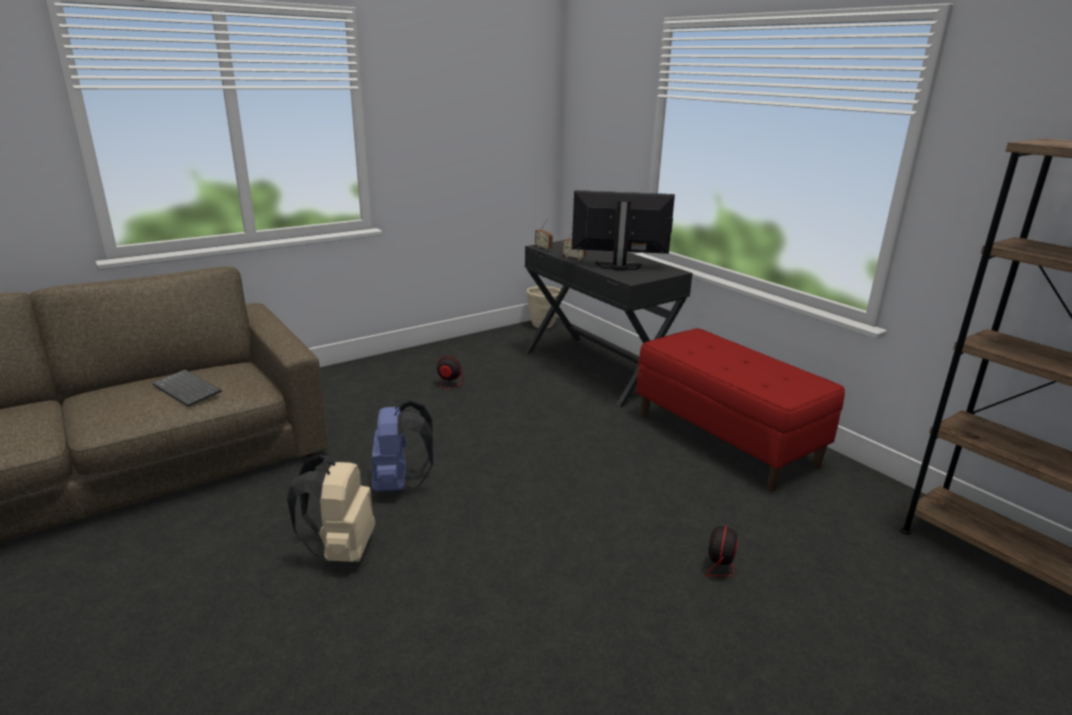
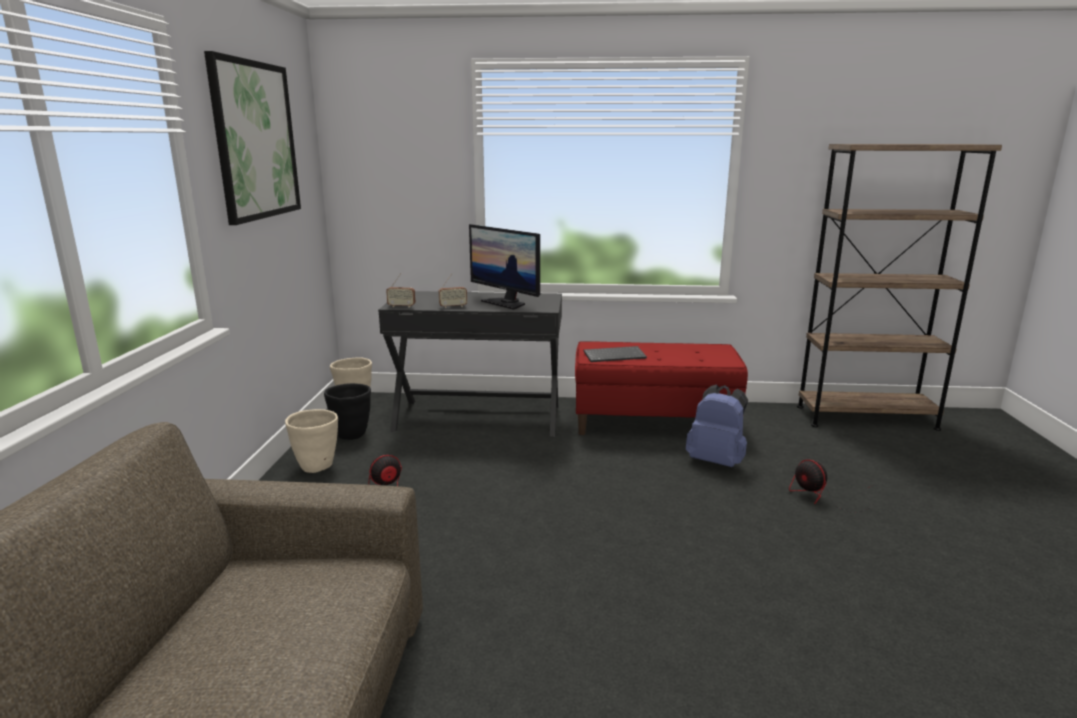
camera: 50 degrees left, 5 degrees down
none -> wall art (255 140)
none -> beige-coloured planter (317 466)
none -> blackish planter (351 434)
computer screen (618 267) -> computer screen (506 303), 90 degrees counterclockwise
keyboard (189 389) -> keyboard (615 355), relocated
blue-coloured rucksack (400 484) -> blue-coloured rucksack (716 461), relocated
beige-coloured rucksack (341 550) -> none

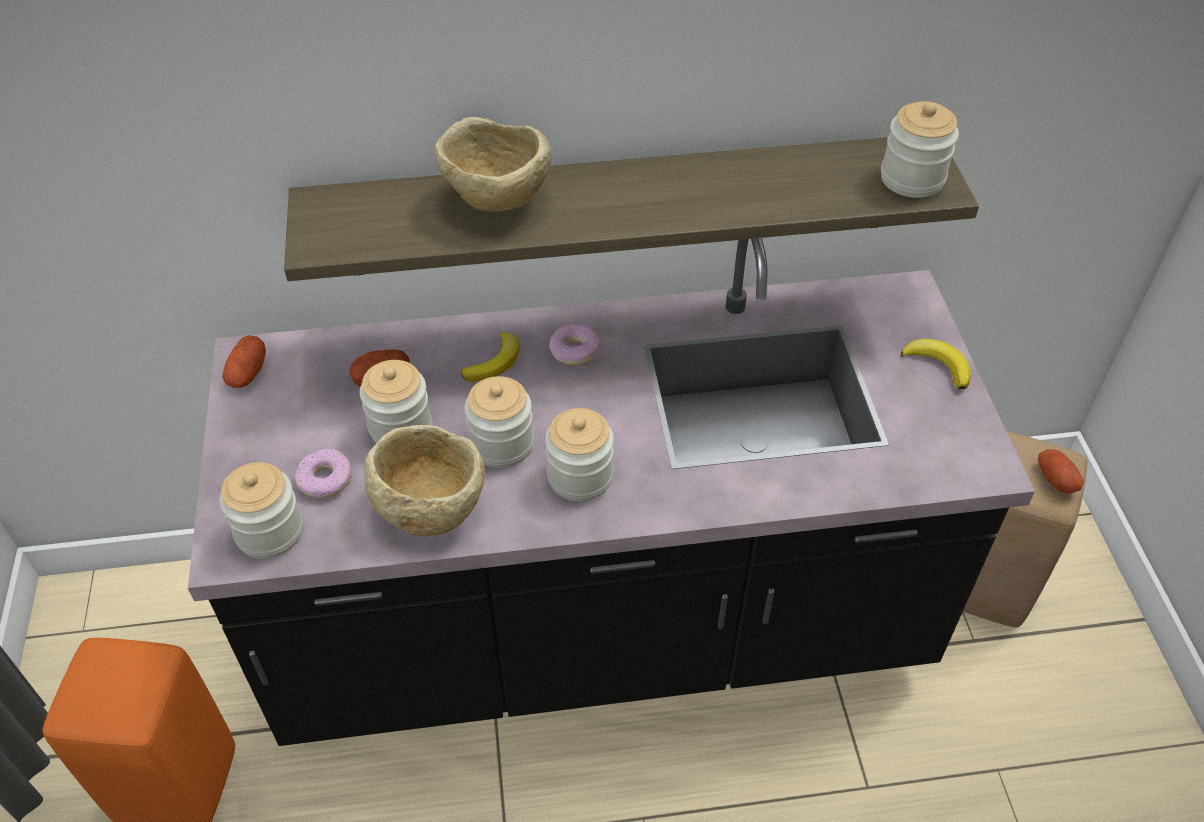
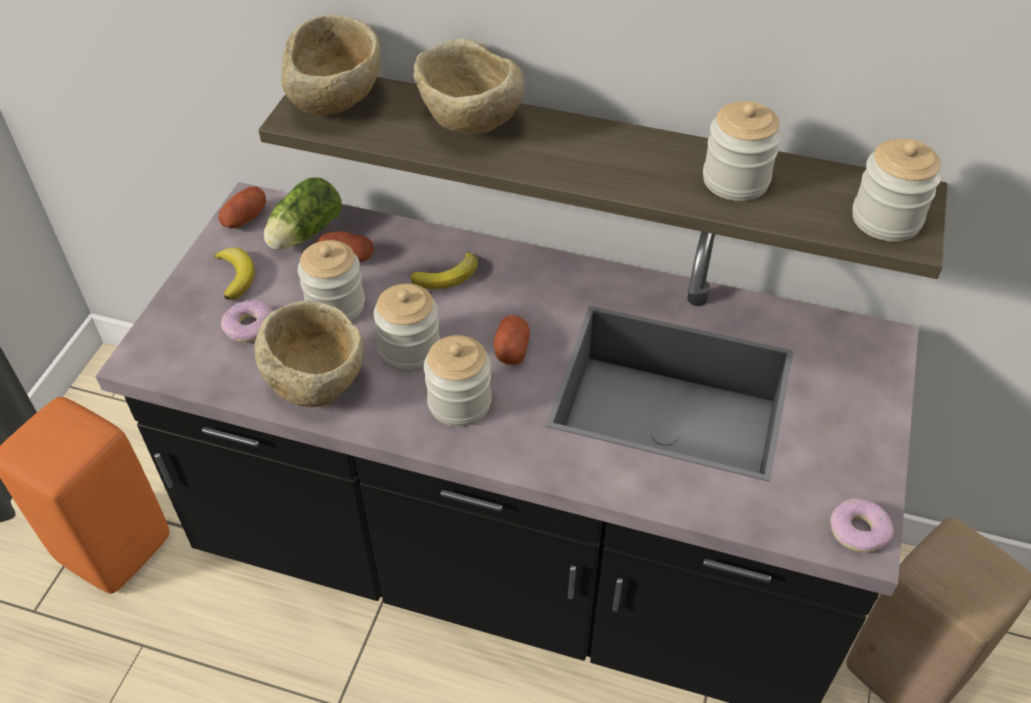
camera: 25 degrees right, 0 degrees up
banana fruit (938 365) -> banana fruit (236 275), relocated
none -> lettuce (303 234)
none -> beige-coloured serving bowl (337 104)
whole potato (1055 479) -> whole potato (511 349), relocated
jar (269 532) -> jar (735 180), relocated
doughnut (574 350) -> doughnut (858 530), relocated

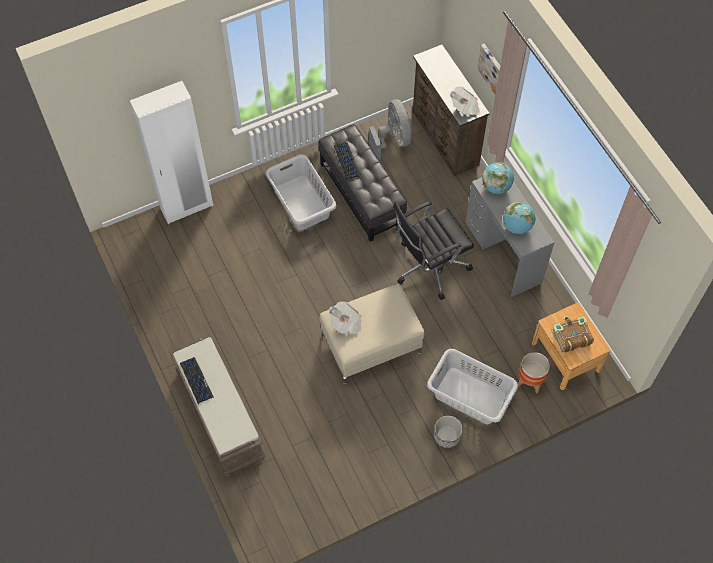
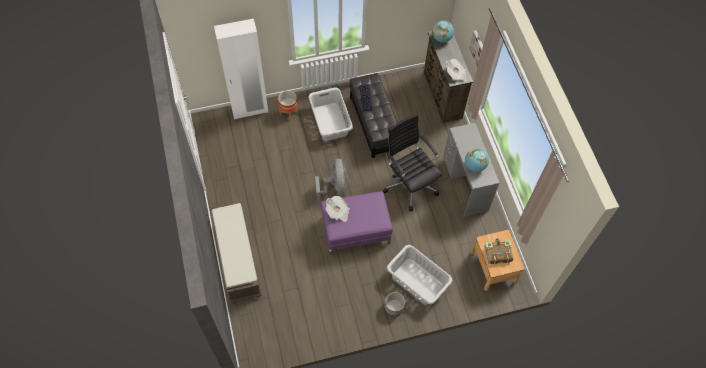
camera: 10 degrees right, 0 degrees up
planter (530 381) -> planter (289 113), relocated
grey electric fan (393 140) -> grey electric fan (334 187), relocated
beige-coloured footrest (371 344) -> purple footrest (355 231)
blackish office chair (429 267) -> blackish office chair (409 184), 75 degrees clockwise
globe (496 187) -> globe (441 38), relocated
keyboard (196 380) -> none

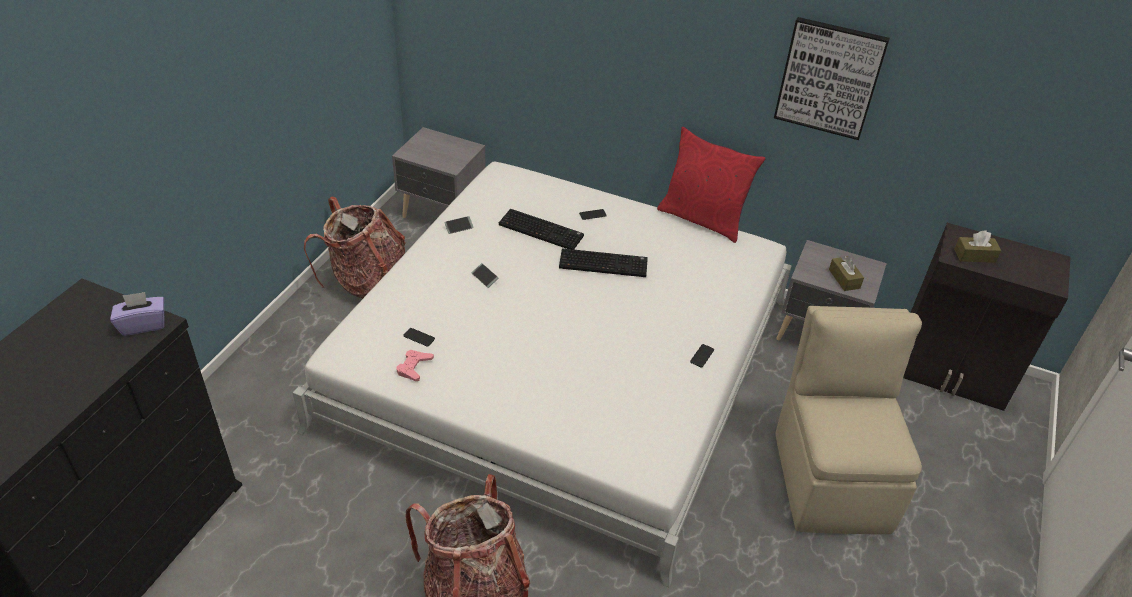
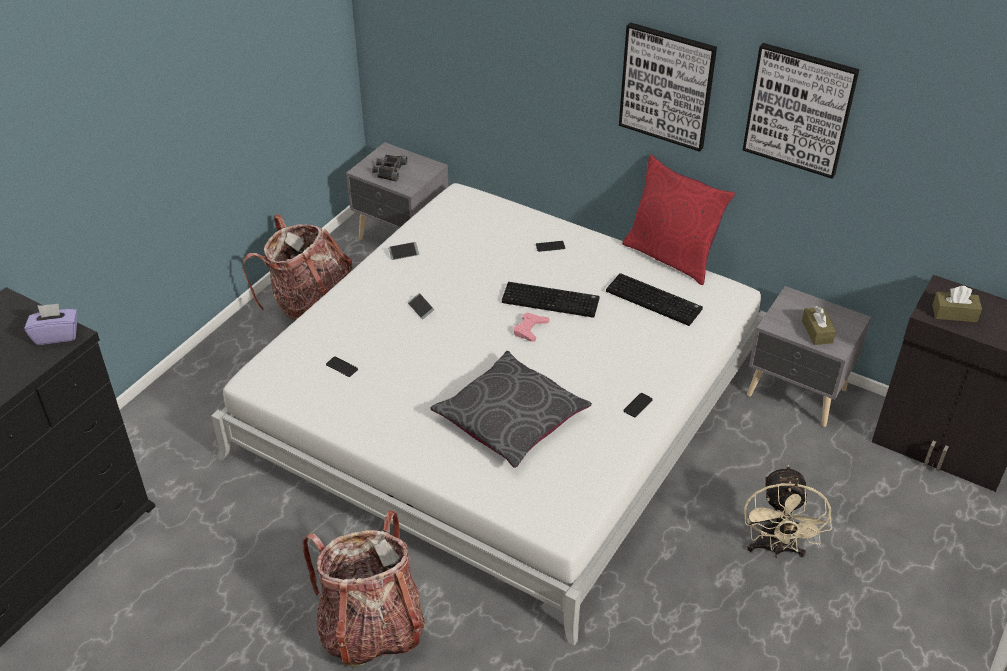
camera: 10 degrees right, 0 degrees up
none -> blackish binoculars (389 170)
none -> grey throw pillow (510 418)
pinkish gamepad (414 367) -> pinkish gamepad (530 329), relocated
keyboard (542 230) -> keyboard (655 300), relocated
none -> wall art (667 86)
beige-coloured plain chair (830 478) -> beige-coloured electric fan (775 549)

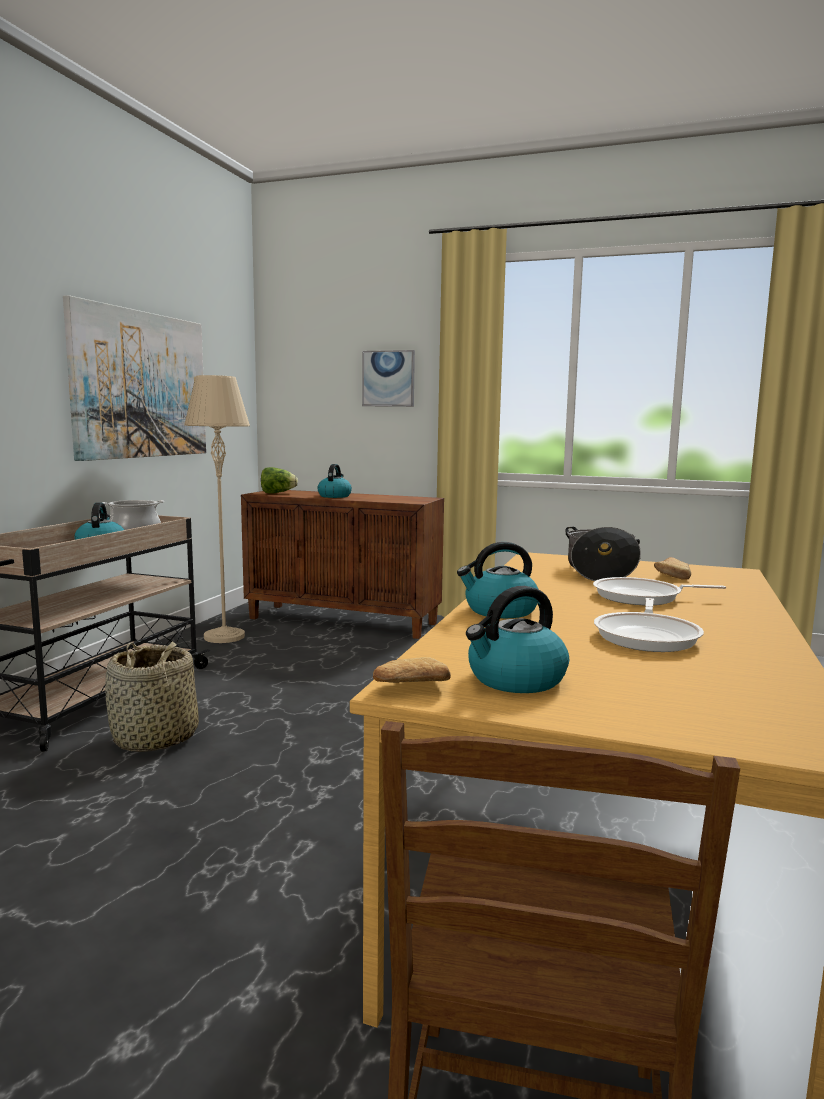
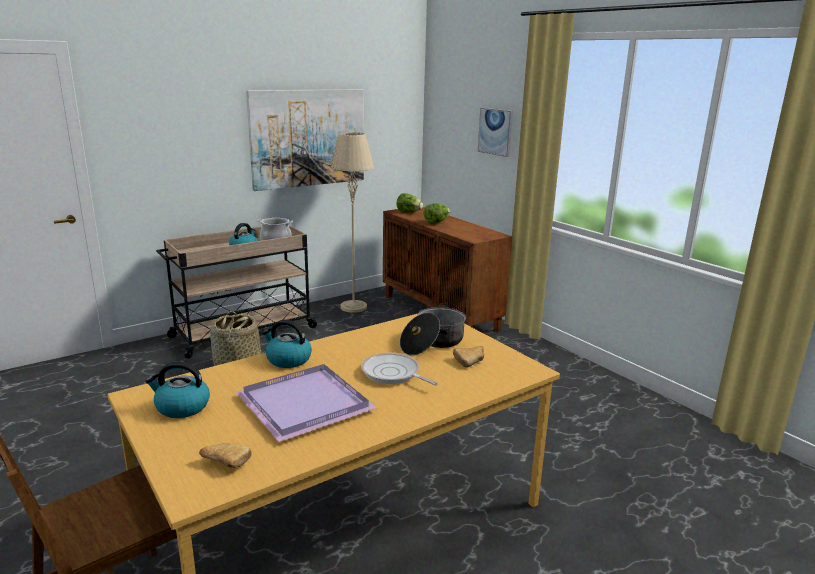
camera: 35 degrees right, 10 degrees up
bread (407 687) -> bread (224 462), relocated
frying pan (648 636) -> purple serving tray (308 404)
tea kettle (334 496) -> lettuce (436 222)

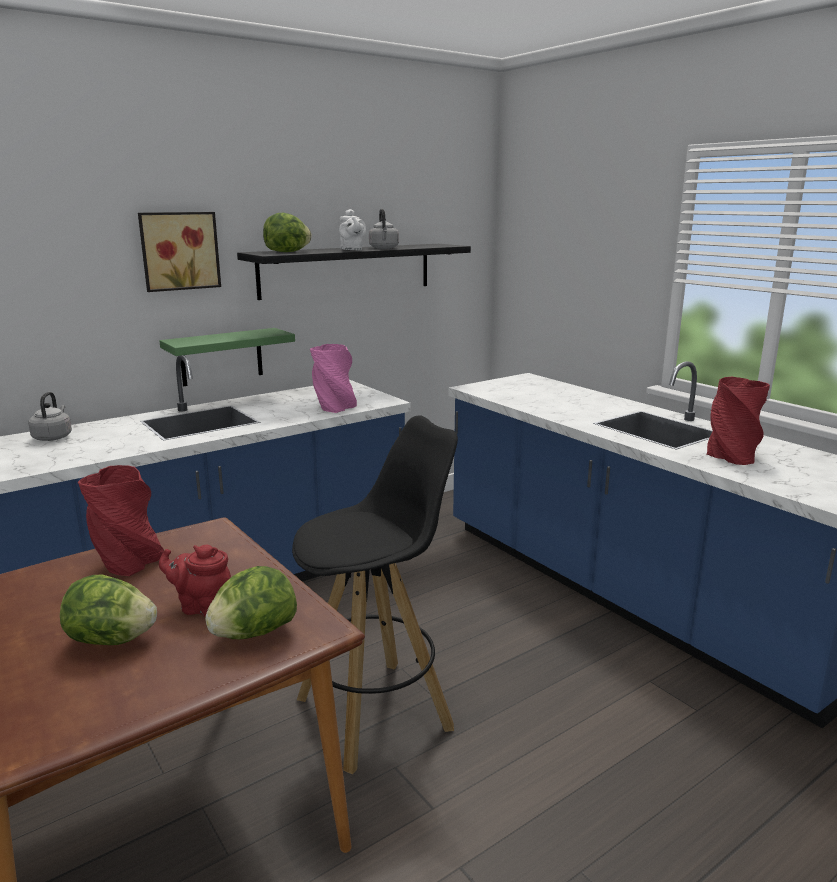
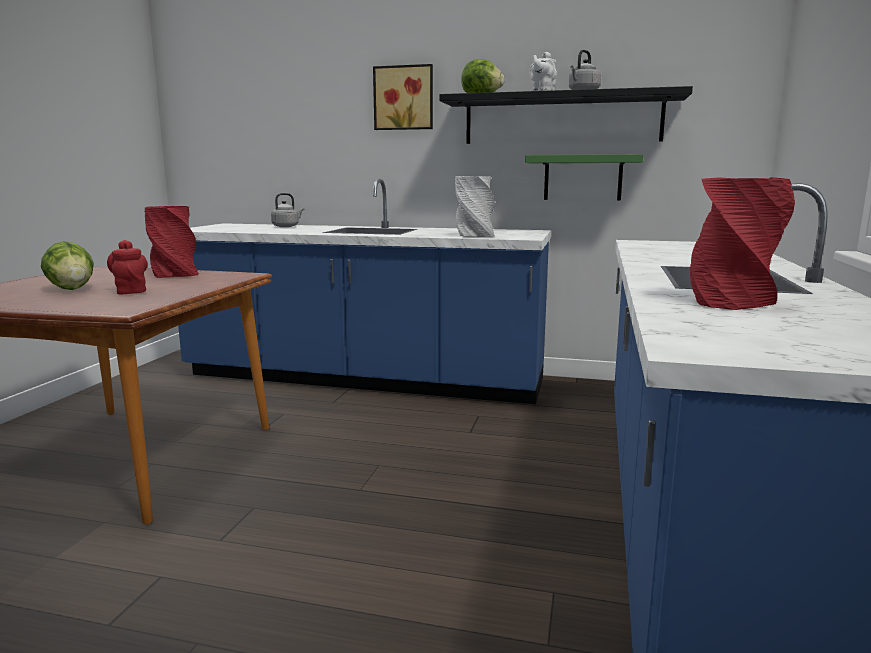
camera: 50 degrees right, 5 degrees down
pinkish vase (334 407) -> grey vase (474 235)
green-coloured wall shelf (221 357) -> green-coloured wall shelf (583 178), relocated
lettuce (254 633) -> none
blackish stool seat (376 712) -> none

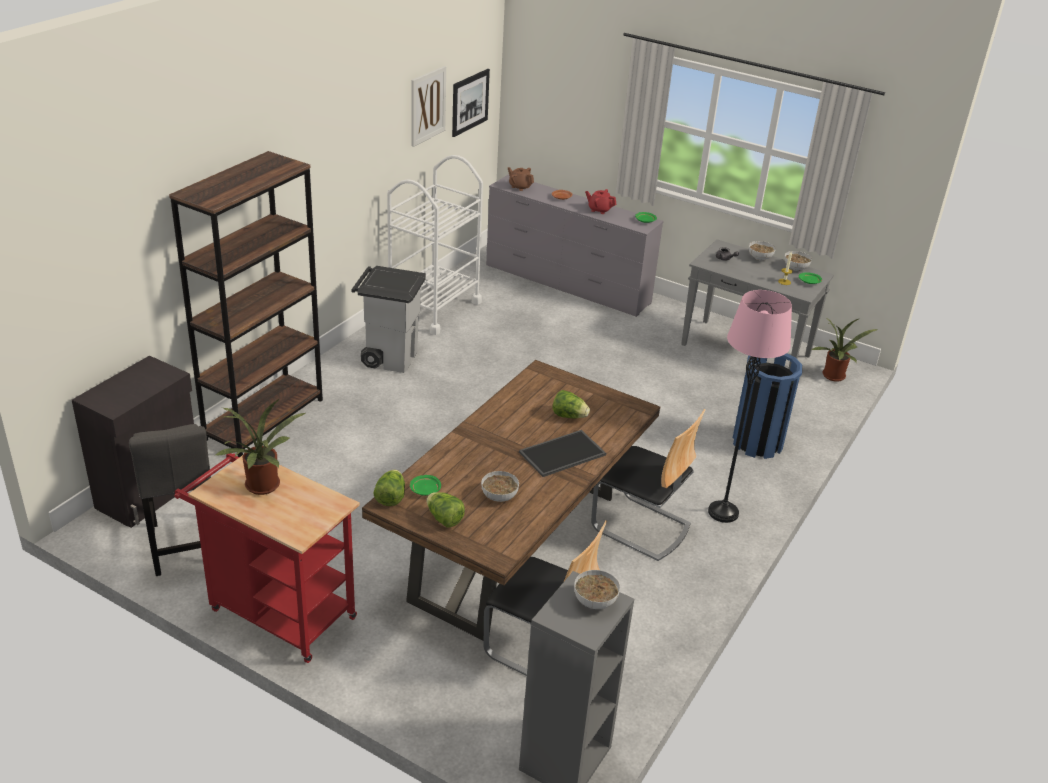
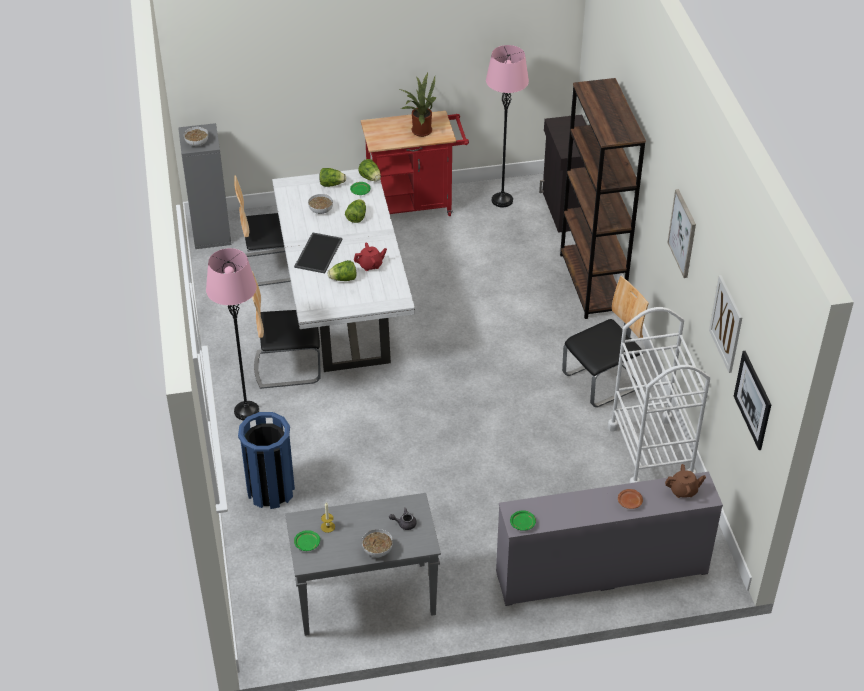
camera: 140 degrees right, 10 degrees up
brown dining table (515 547) -> white-coloured dining table (344 307)
none -> lettuce (356 217)
reddish tea pot (599 210) -> reddish tea pot (370 265), relocated
grey stool seat (184 548) -> pinkish standard lamp (502 200)
grey trash can (390 357) -> plain chair (603 381)
none -> wall art (683 233)
serving bowl (796 268) -> none
potted plant (834 377) -> none

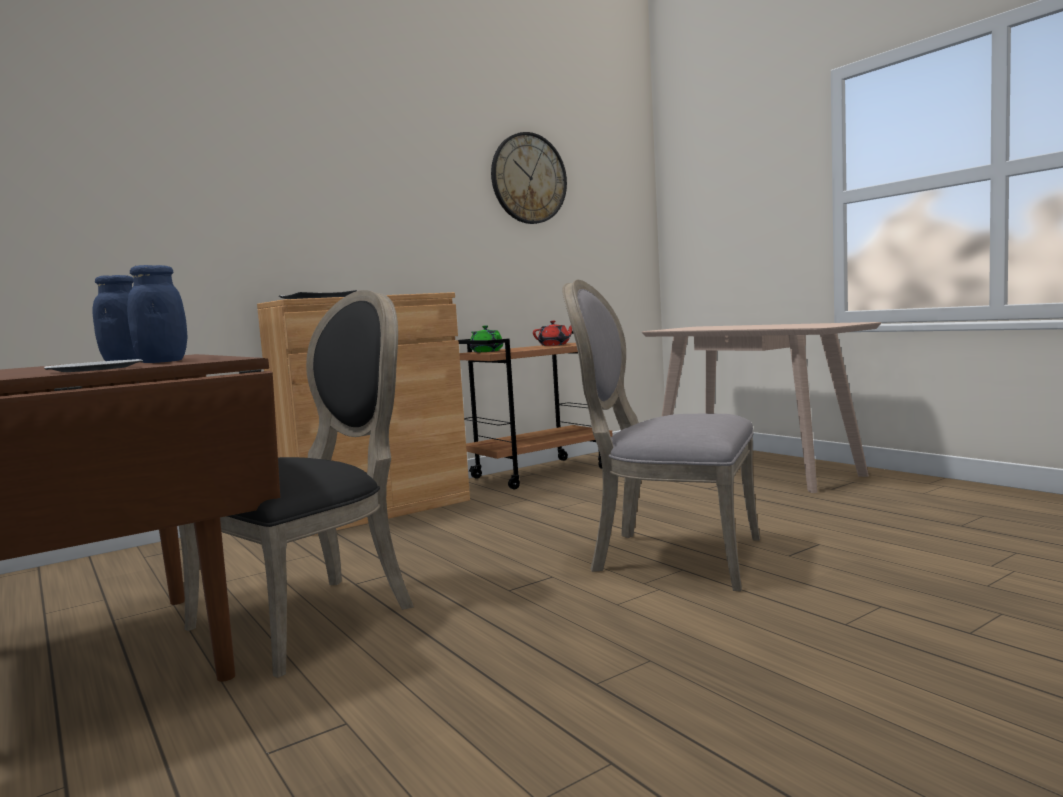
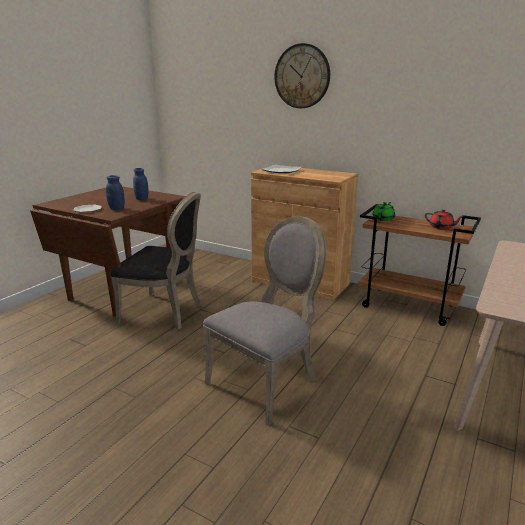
camera: 65 degrees right, 15 degrees up
grey plain chair (669 556) -> grey plain chair (267 381), 45 degrees clockwise
hanging clock (528 178) -> hanging clock (302 76), relocated

